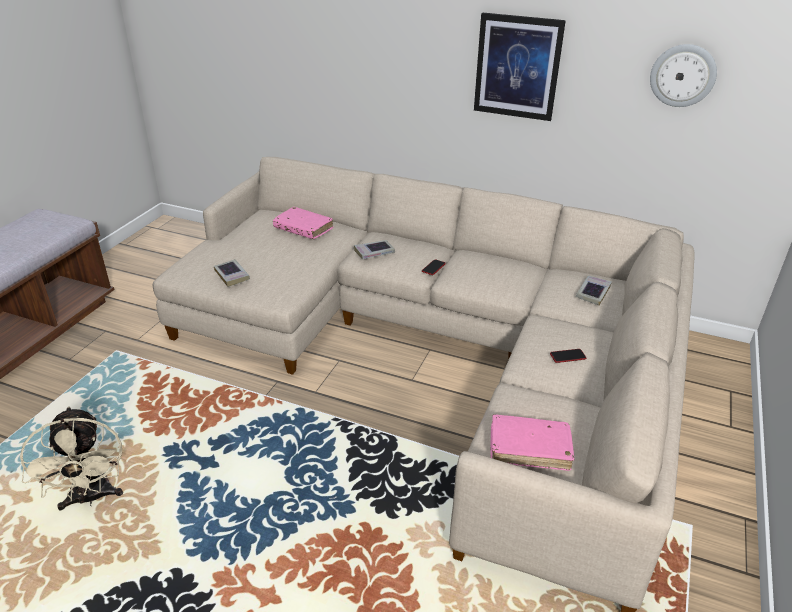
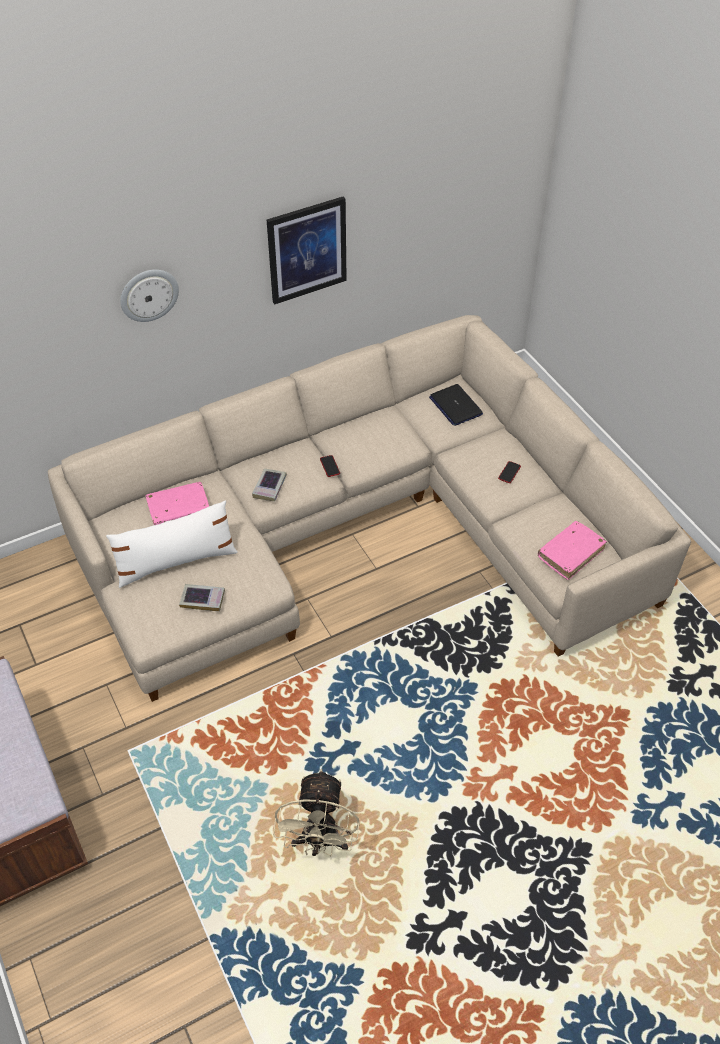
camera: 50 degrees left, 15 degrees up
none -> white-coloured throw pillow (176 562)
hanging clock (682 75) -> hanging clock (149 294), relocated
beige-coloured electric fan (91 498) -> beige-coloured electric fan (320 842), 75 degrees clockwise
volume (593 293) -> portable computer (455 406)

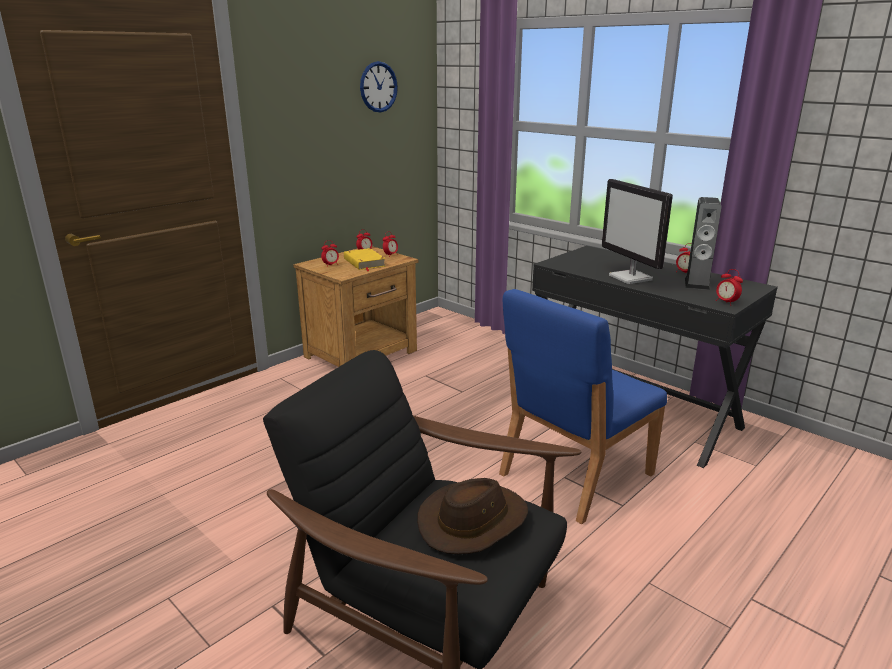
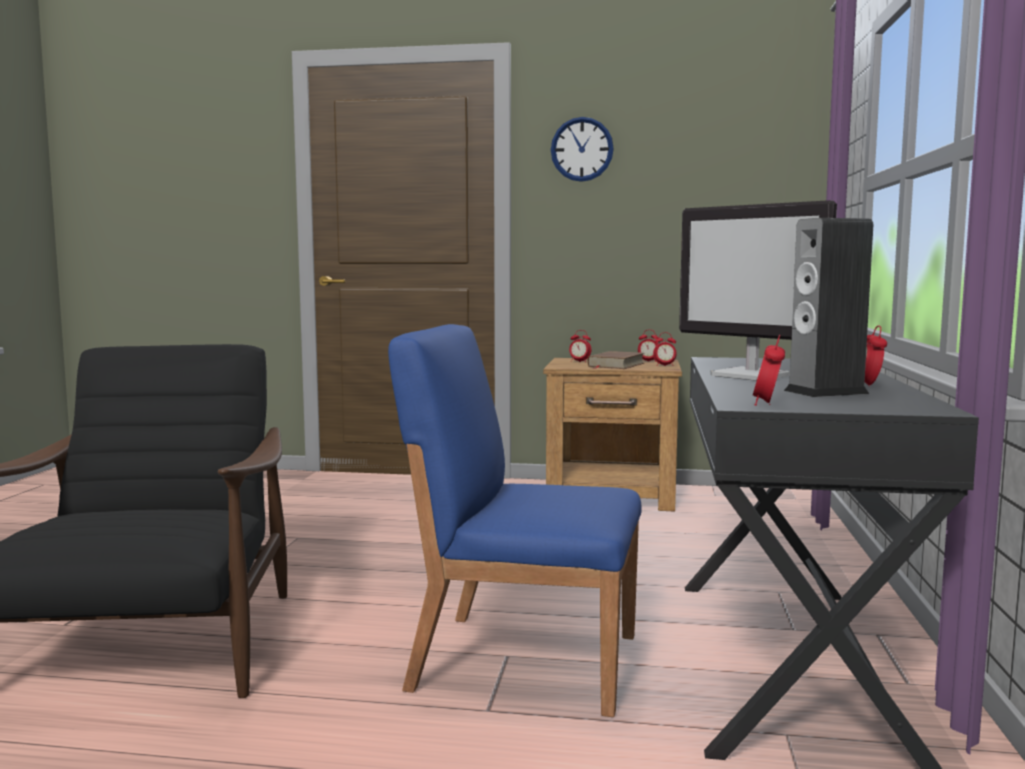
camera: 55 degrees right, 15 degrees down
hanging clock (378 87) -> hanging clock (582 149), relocated
yellow volume (364 262) -> brown volume (616 365)
computer screen (631 278) -> computer screen (751 376), 75 degrees counterclockwise
brown clothing hat (473 521) -> none

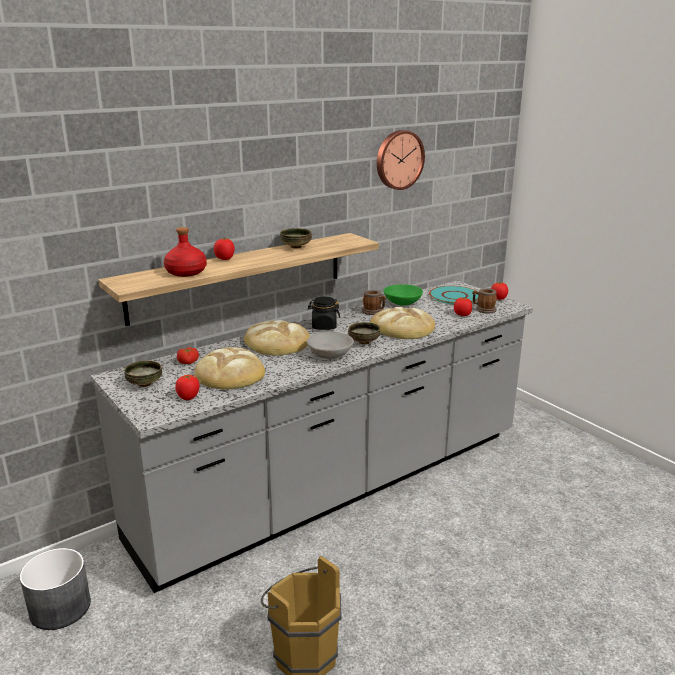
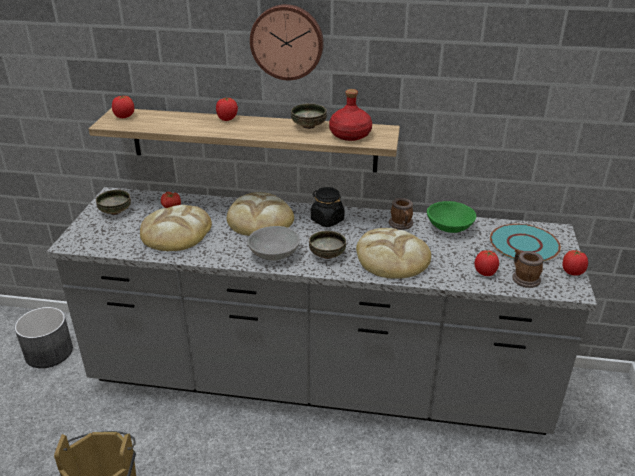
camera: 45 degrees right, 10 degrees up
fresh tomato (188 397) -> fresh tomato (124 116), relocated
hanging clock (398 159) -> hanging clock (287 41), relocated
reddish beverage bottle (185 272) -> reddish beverage bottle (349 134), relocated

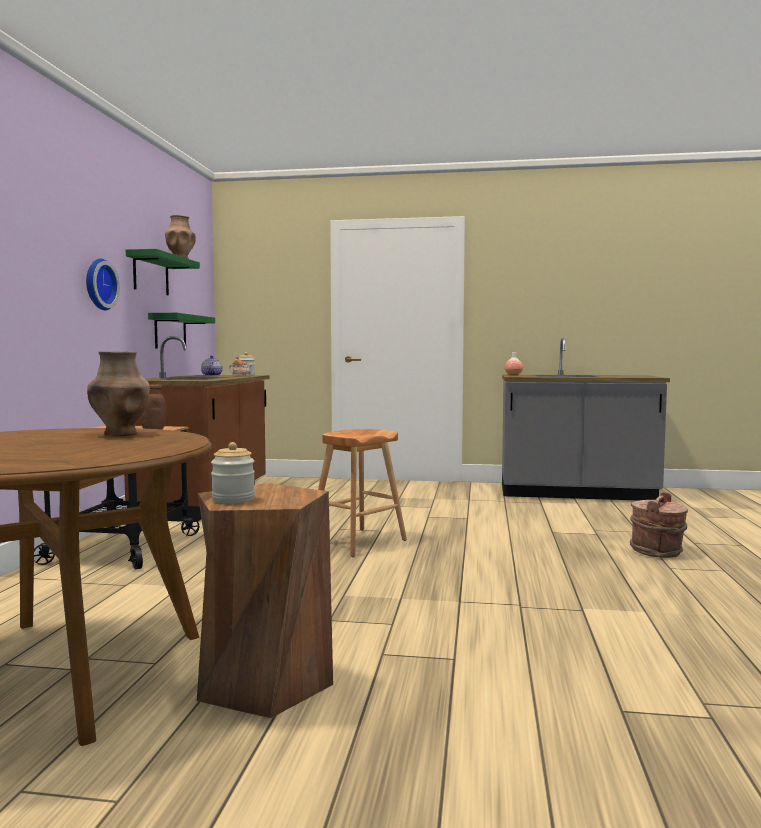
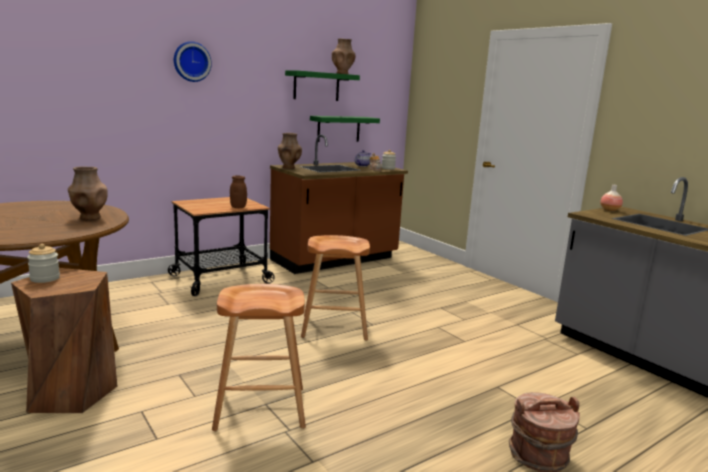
camera: 45 degrees right, 10 degrees up
hanging clock (98 284) -> hanging clock (191 61), relocated
none -> brown stool seat (260 408)
none -> brown vase (288 168)

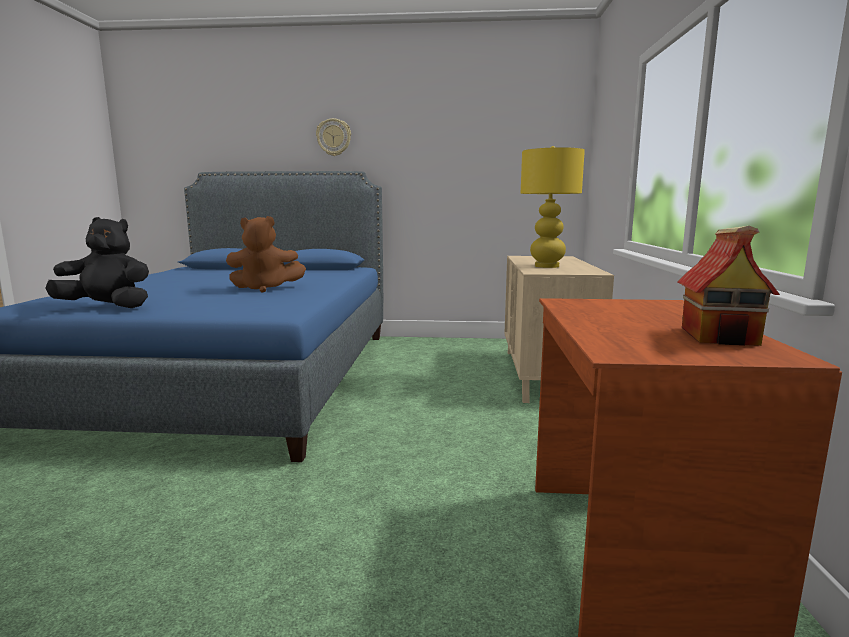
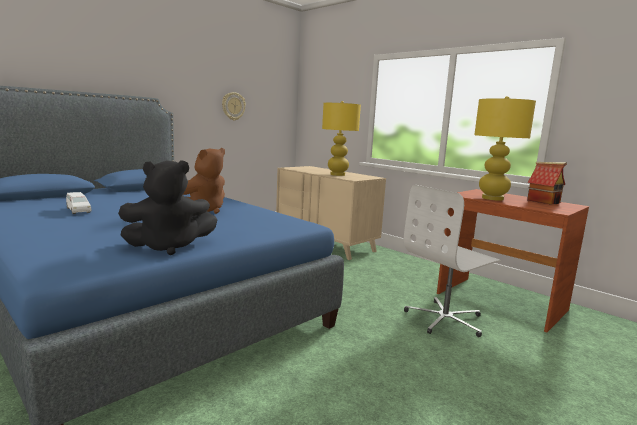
camera: 50 degrees left, 0 degrees up
none -> white-coloured toy car (78 210)
blackish soft toy (108 307) -> blackish soft toy (169 247), 150 degrees counterclockwise
hanging clock (334 137) -> hanging clock (233 106), relocated
none -> white-coloured office chair (445 319)
none -> yellow table lamp (492 198)

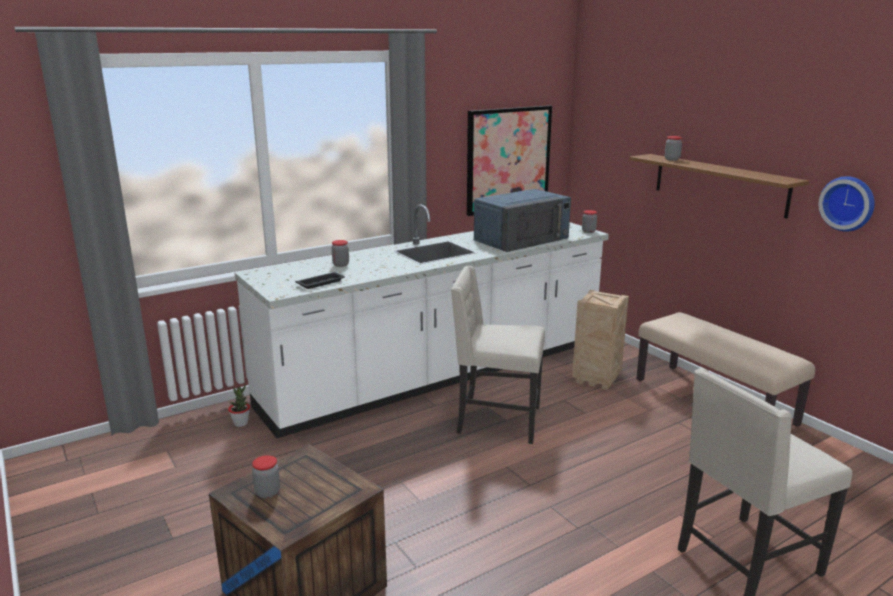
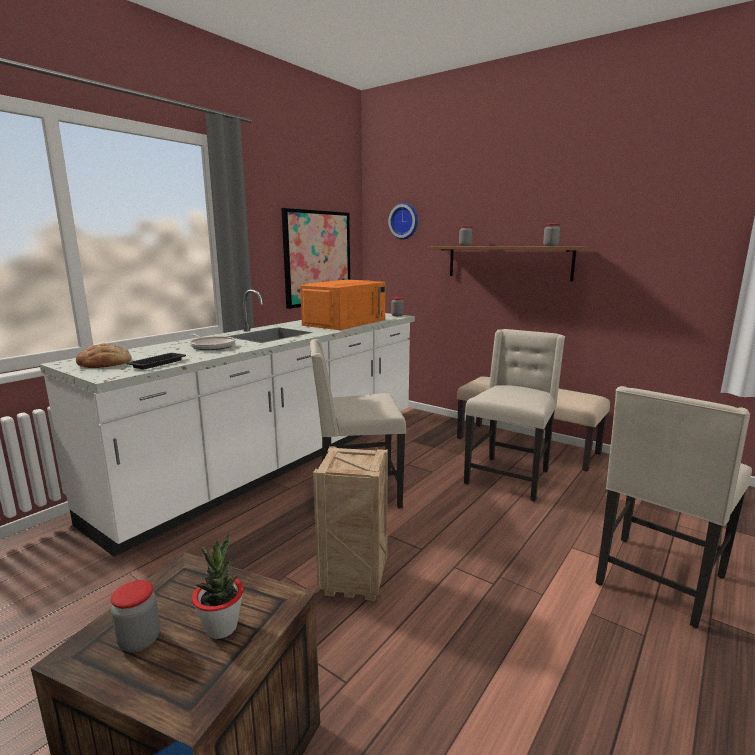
camera: 20 degrees left, 5 degrees down
none -> bread (105 363)
none -> frying pan (212 346)
potted plant (241 423) -> potted plant (221 627), relocated
blue-coloured microwave (521 239) -> orange microwave (345 322)
packing crate (595 379) -> packing crate (352 581), relocated
hanging clock (848 203) -> hanging clock (405 221), relocated
none -> beige-coloured plain chair (509 477)
jar (341 264) -> jar (550 246), relocated

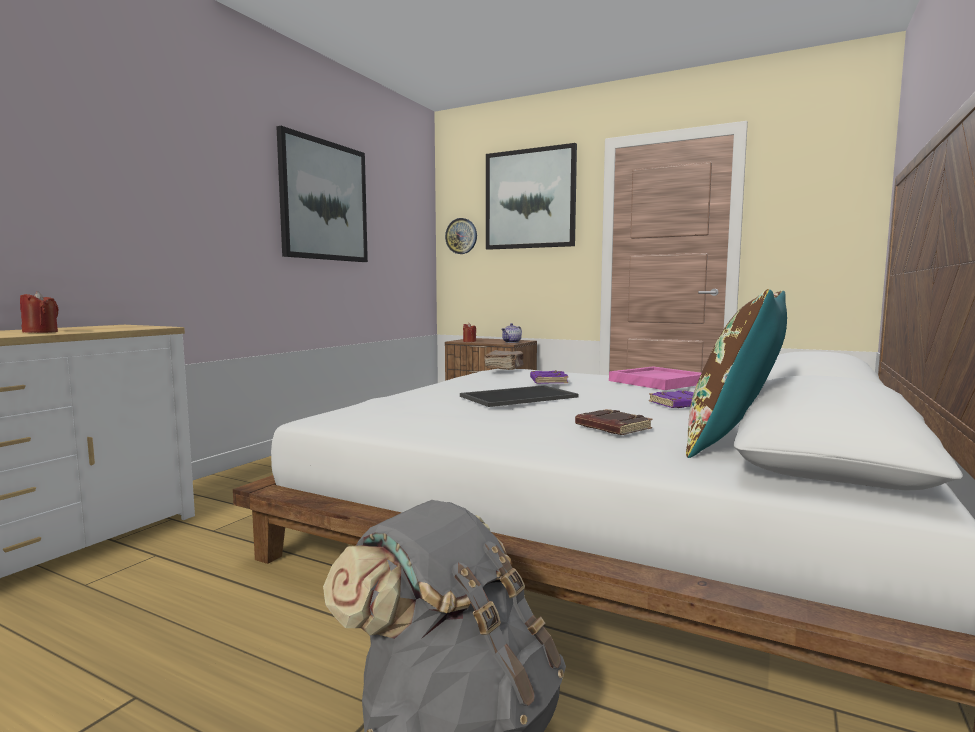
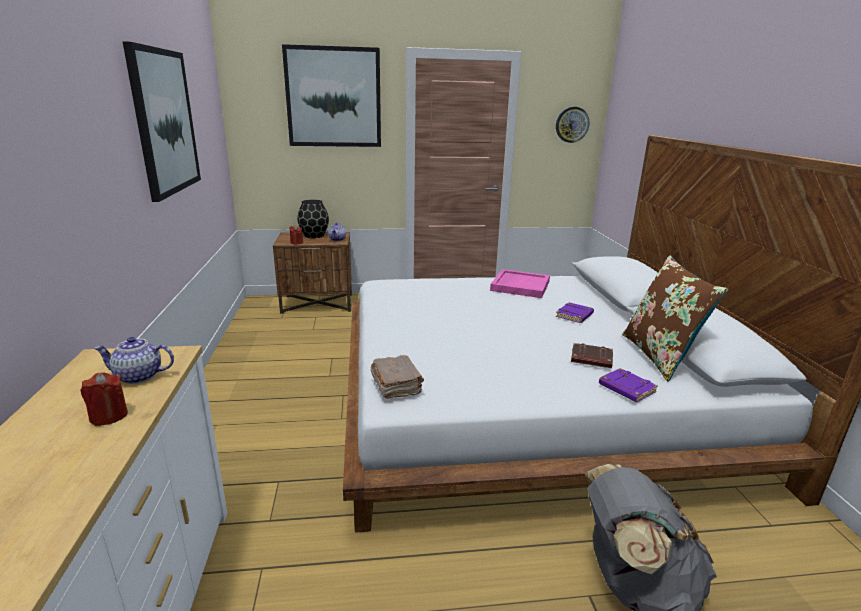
camera: 35 degrees left, 15 degrees up
none -> tea pot (139 376)
none -> blackish vase (314 235)
brown volume (505 368) -> brown volume (396 385), relocated
hanging clock (461 236) -> hanging clock (572 124), relocated
purple volume (547 381) -> purple volume (625 389), relocated
serving tray (519 396) -> none

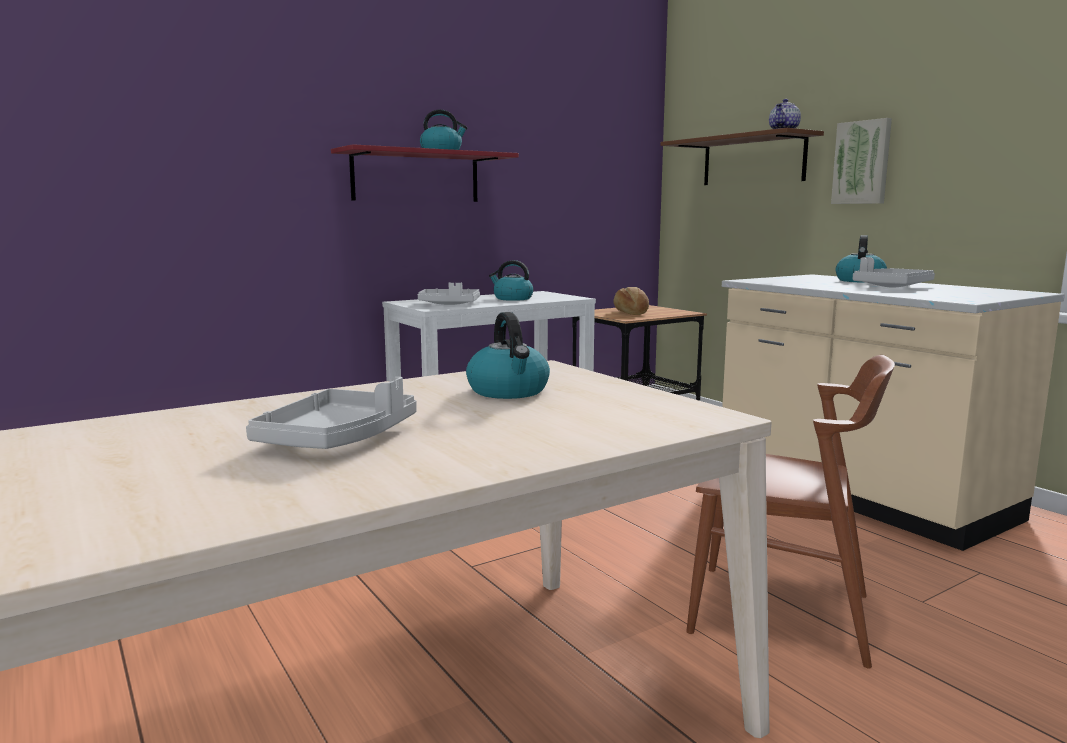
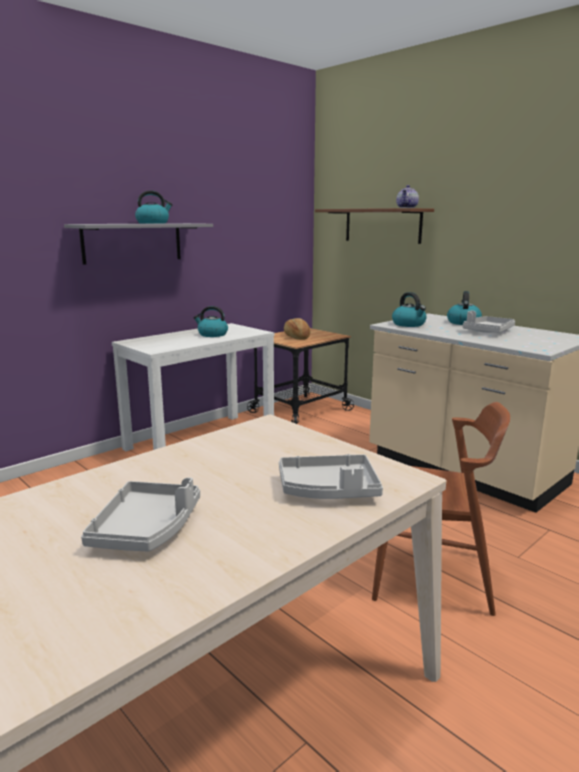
camera: 10 degrees left, 5 degrees up
reddish wall shelf (416 177) -> grey wall shelf (132 242)
grey serving tray (449 304) -> grey serving tray (328 490), relocated
tea kettle (509 391) -> tea kettle (409 324), relocated
wall art (862 162) -> none

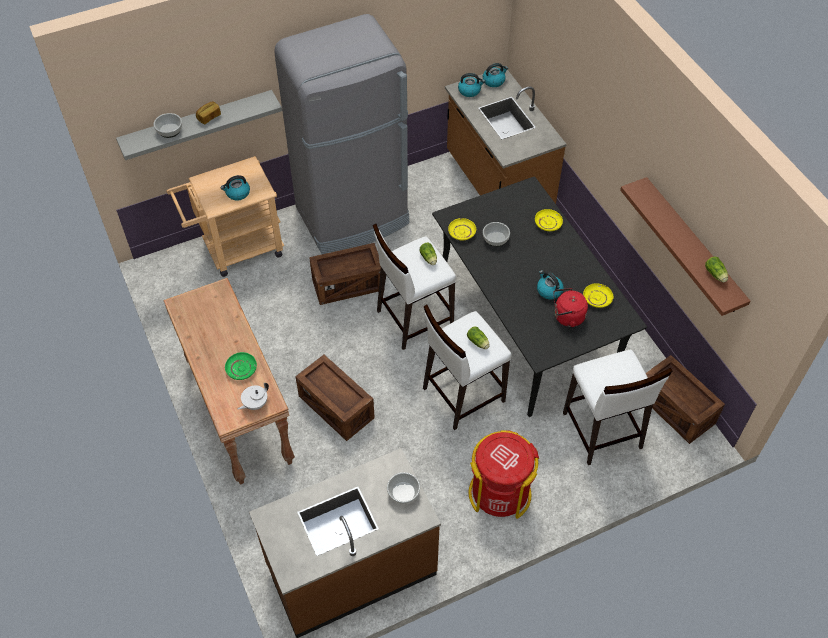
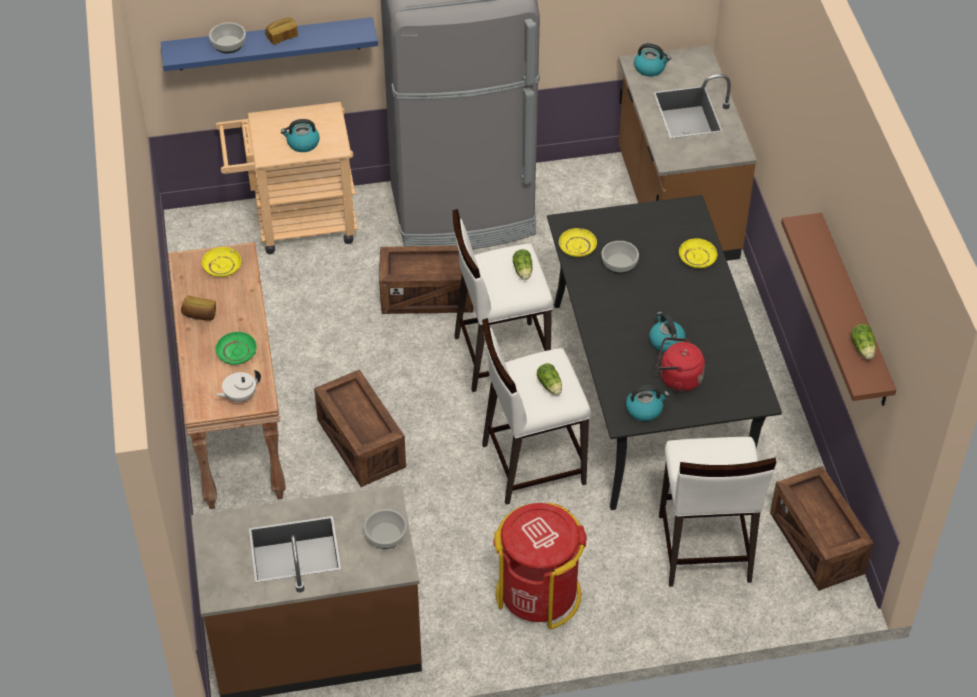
camera: 15 degrees right, 5 degrees down
grey wall shelf (197 124) -> blue-coloured wall shelf (268 44)
none -> bread (200 315)
yellow flat dish (597 298) -> yellow flat dish (222 266), relocated
tea kettle (494 81) -> tea kettle (644 409), relocated

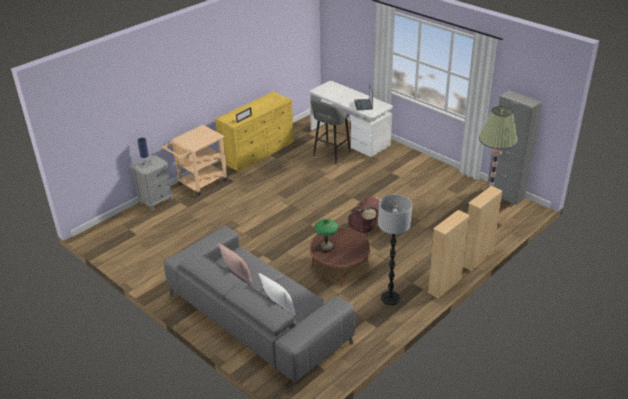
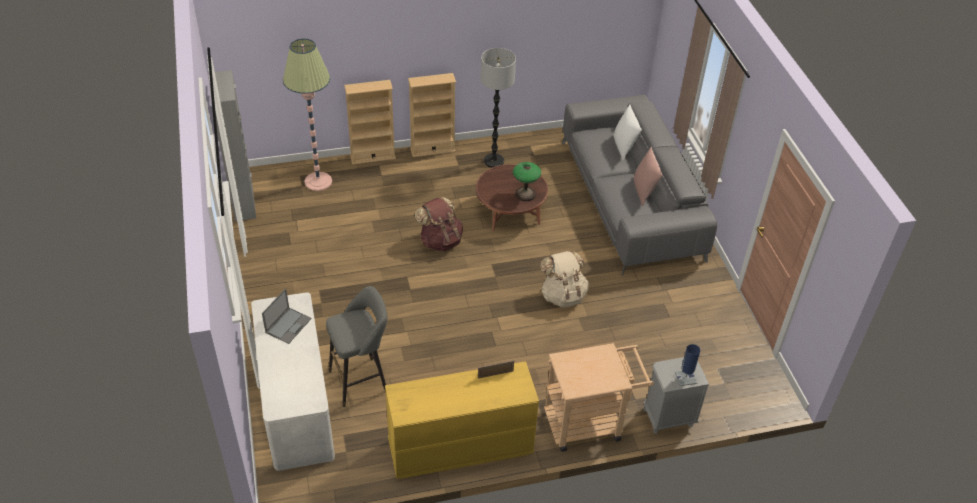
camera: 150 degrees left, 10 degrees up
none -> beige-coloured rucksack (563 295)

